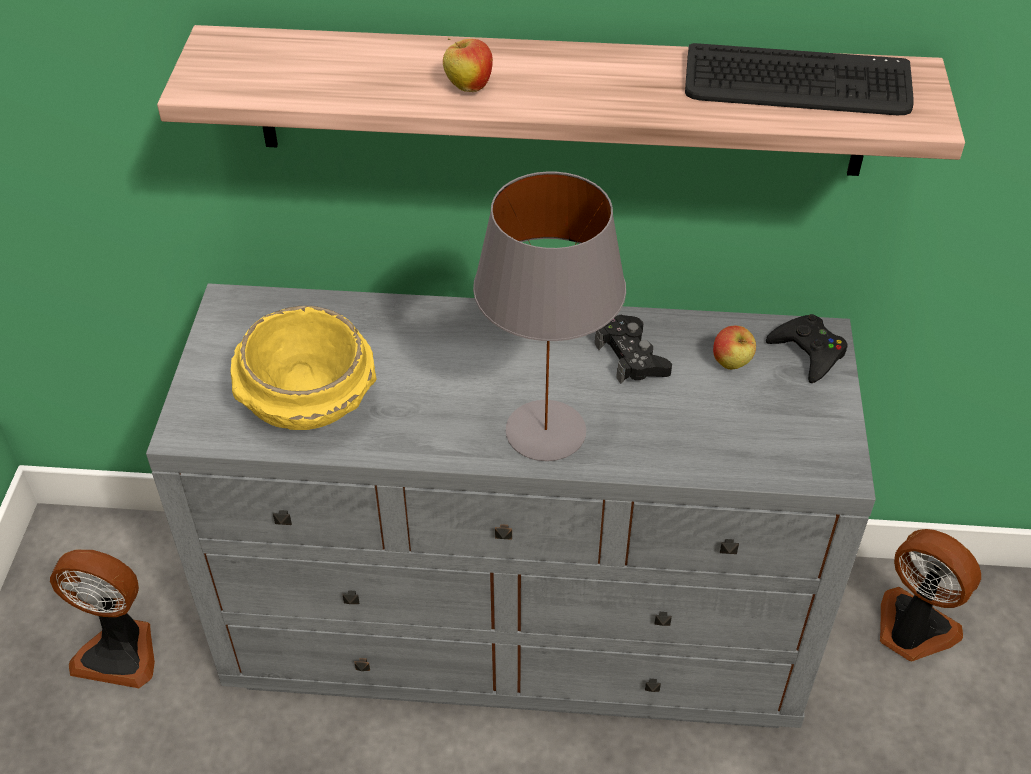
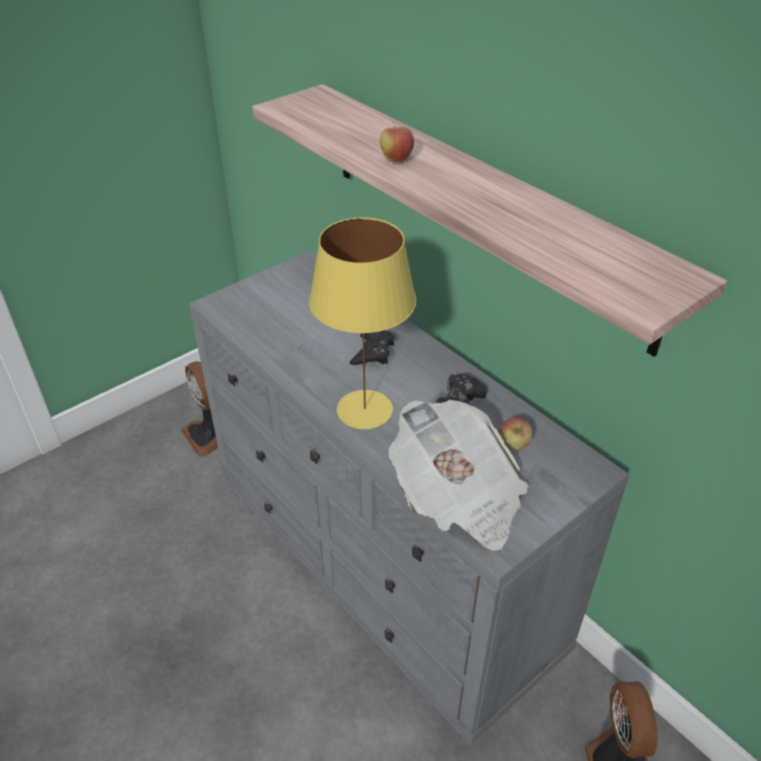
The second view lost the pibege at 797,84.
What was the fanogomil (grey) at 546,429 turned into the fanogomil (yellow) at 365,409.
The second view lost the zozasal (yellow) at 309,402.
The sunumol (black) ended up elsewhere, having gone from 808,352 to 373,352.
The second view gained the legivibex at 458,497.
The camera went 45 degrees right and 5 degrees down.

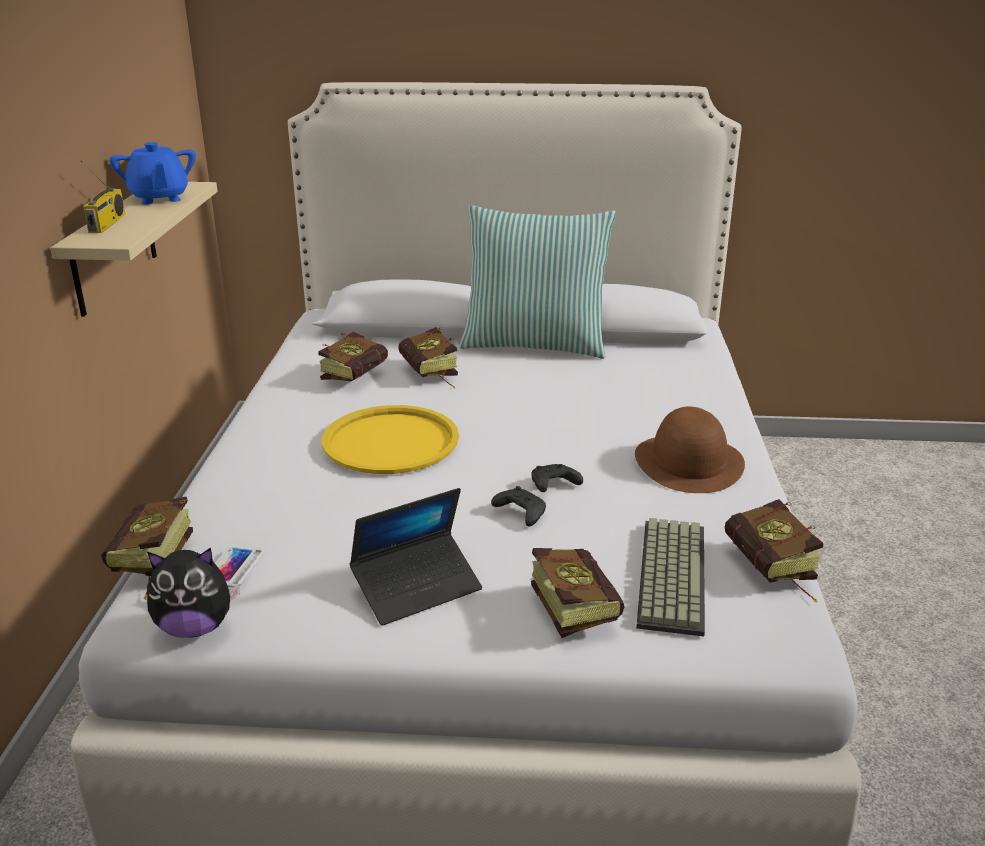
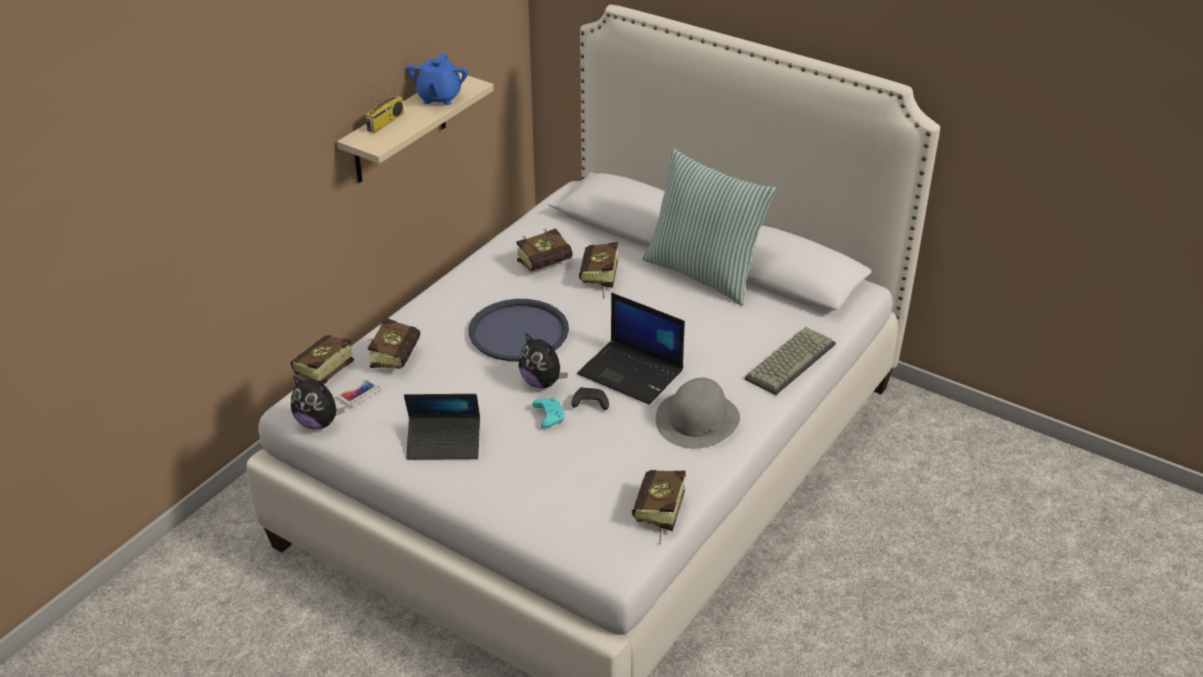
What was the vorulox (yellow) at 391,441 turned into the vorulox (blue) at 519,332.
What was the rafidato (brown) at 689,463 turned into the rafidato (grey) at 697,419.
What was the sunumol (black) at 520,513 turned into the sunumol (turquoise) at 548,417.
The pibege ended up elsewhere, having gone from 669,574 to 789,360.
The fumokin ended up elsewhere, having gone from 569,605 to 397,355.
The second view gained the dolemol at 632,372.
The second view gained the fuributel at 542,382.
The camera went 30 degrees right and 10 degrees up.

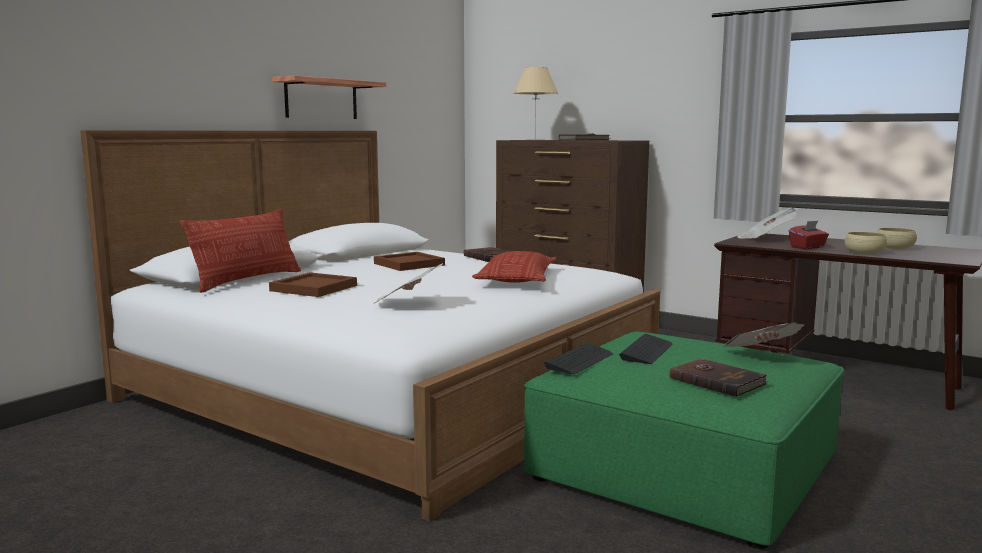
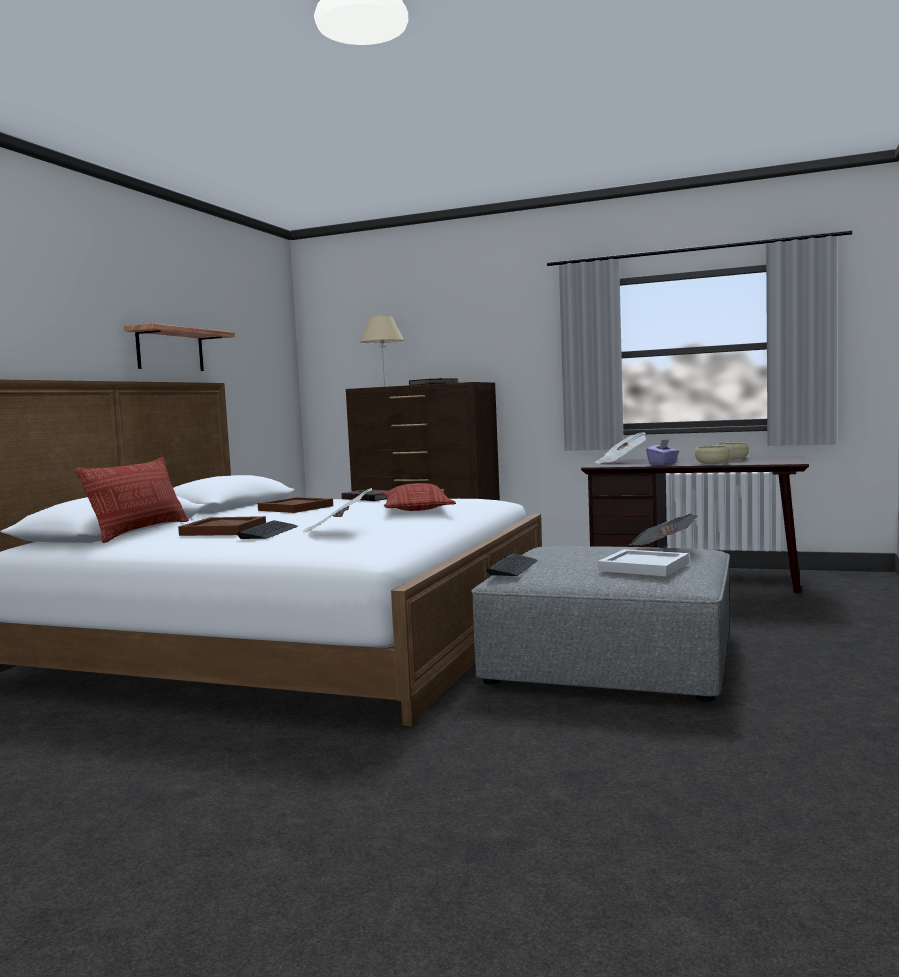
What was the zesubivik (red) at 807,247 turned into the zesubivik (purple) at 663,464.
What was the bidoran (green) at 683,465 turned into the bidoran (grey) at 610,656.
The pibege ended up elsewhere, having gone from 646,351 to 268,532.
Where the fumokin (brown) stood at 717,380, the vorulox (white) came to stand at 643,566.
The camera went 15 degrees left and 5 degrees down.

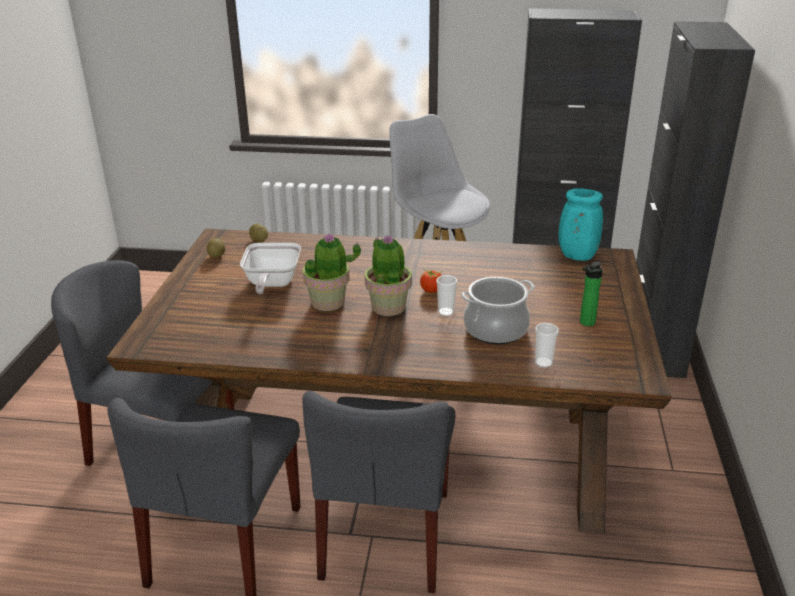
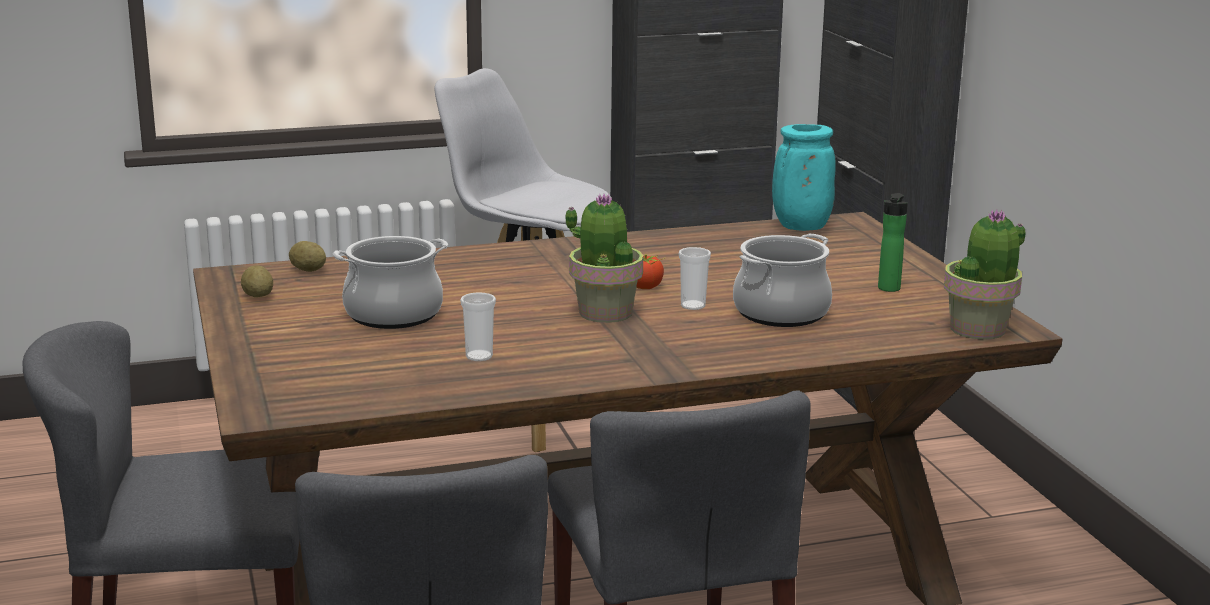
The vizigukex ended up elsewhere, having gone from 328,302 to 979,329.
Where the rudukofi stood at 271,284, the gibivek came to stand at 393,314.
The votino ended up elsewhere, having gone from 543,363 to 479,356.
The camera went 25 degrees left and 10 degrees down.

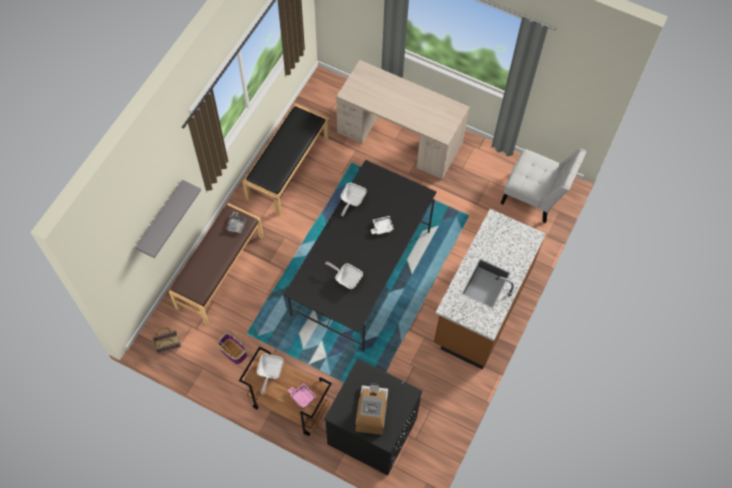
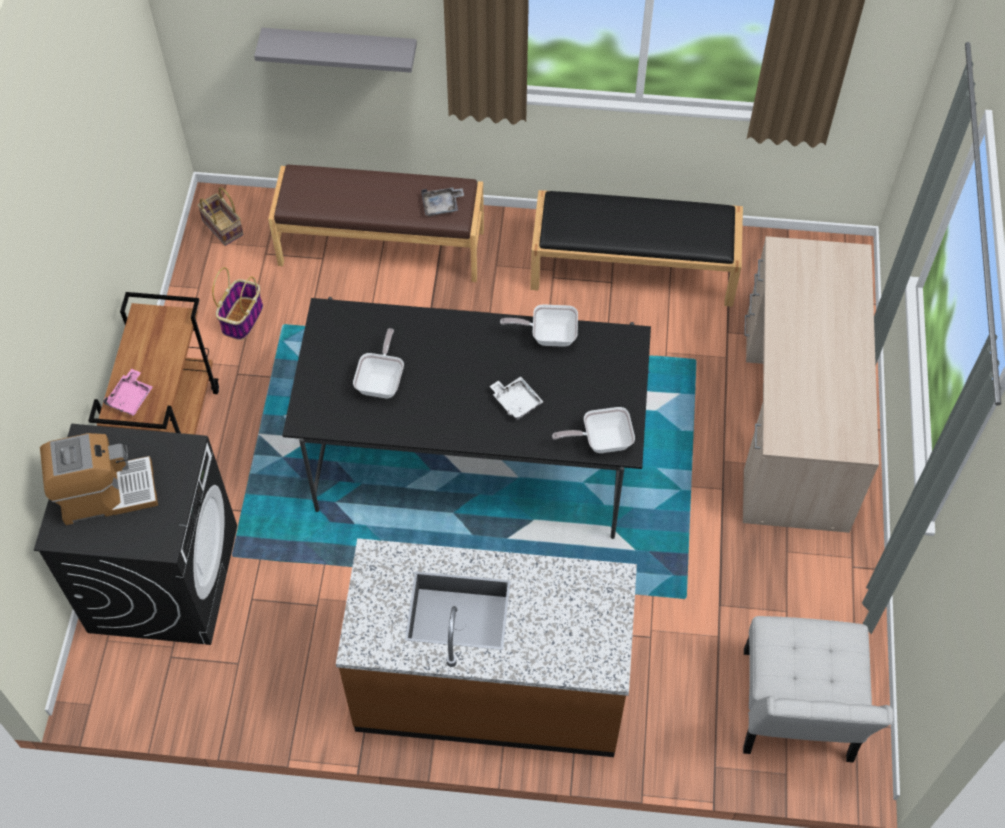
The rudukofi ended up elsewhere, having gone from 269,373 to 601,440.
The camera went 70 degrees right and 5 degrees down.

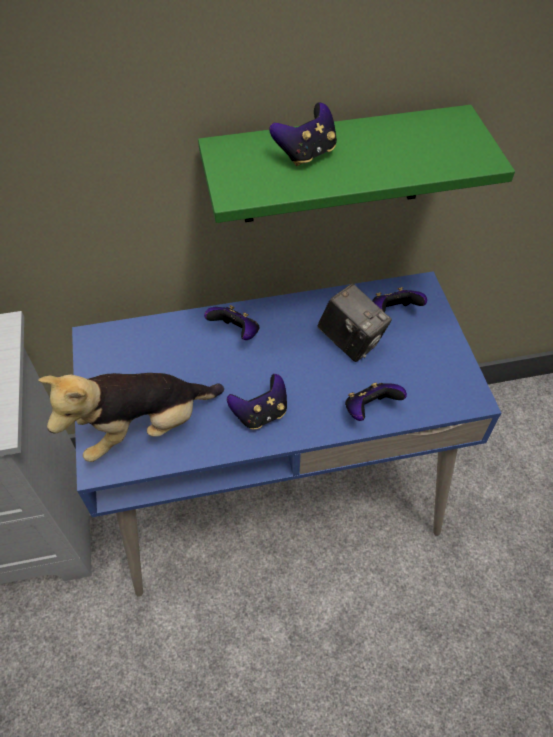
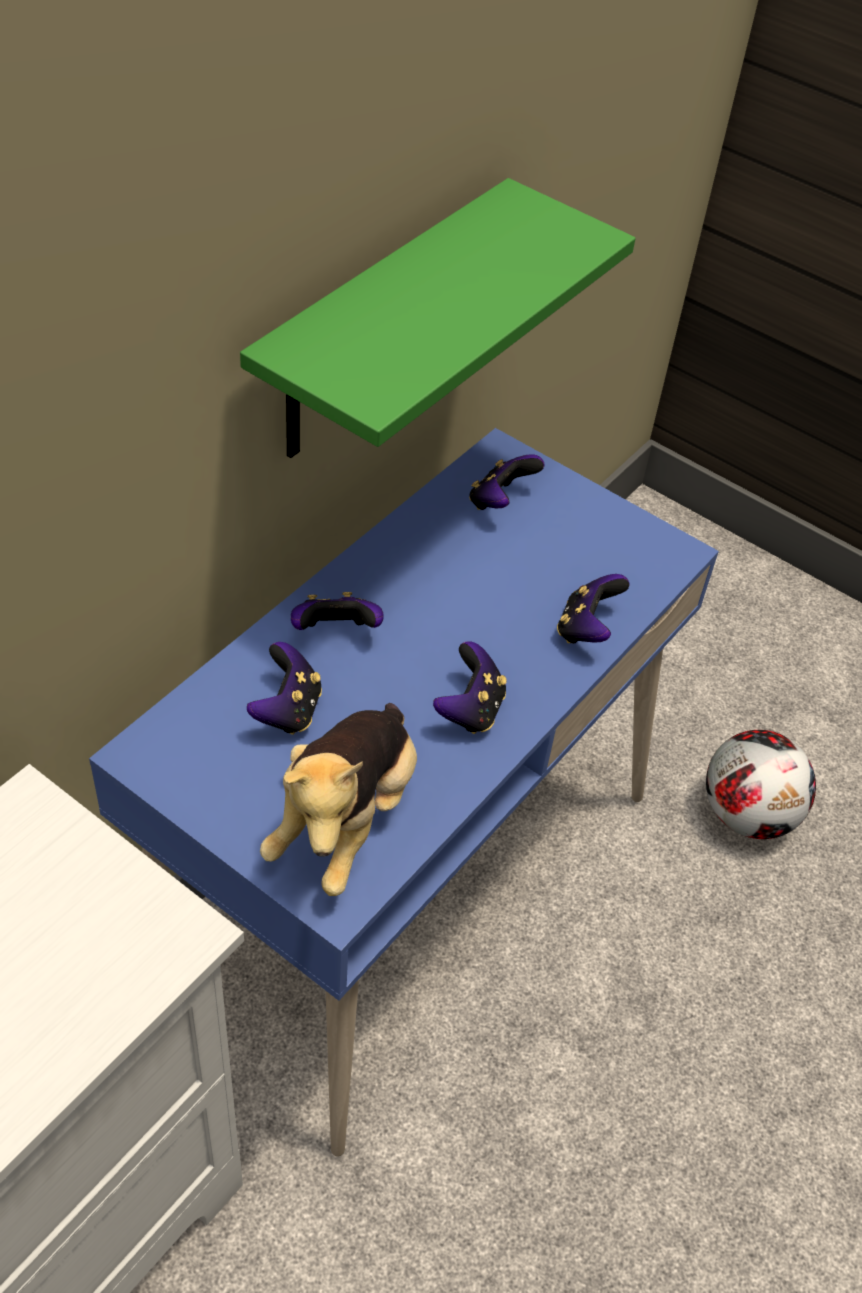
The sunumol ended up elsewhere, having gone from 306,153 to 287,710.
The second view lost the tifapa at 350,341.
The second view gained the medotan at 748,814.
The camera went 45 degrees left and 5 degrees down.

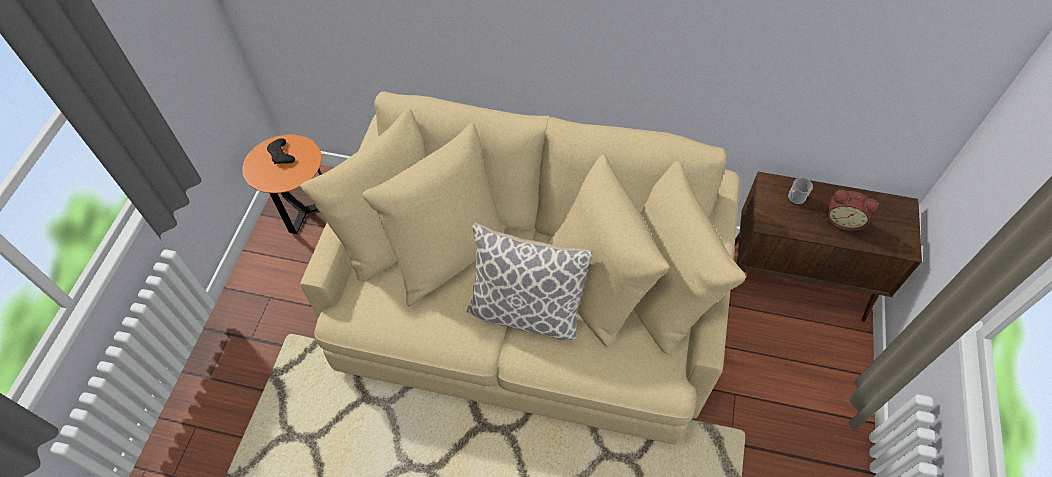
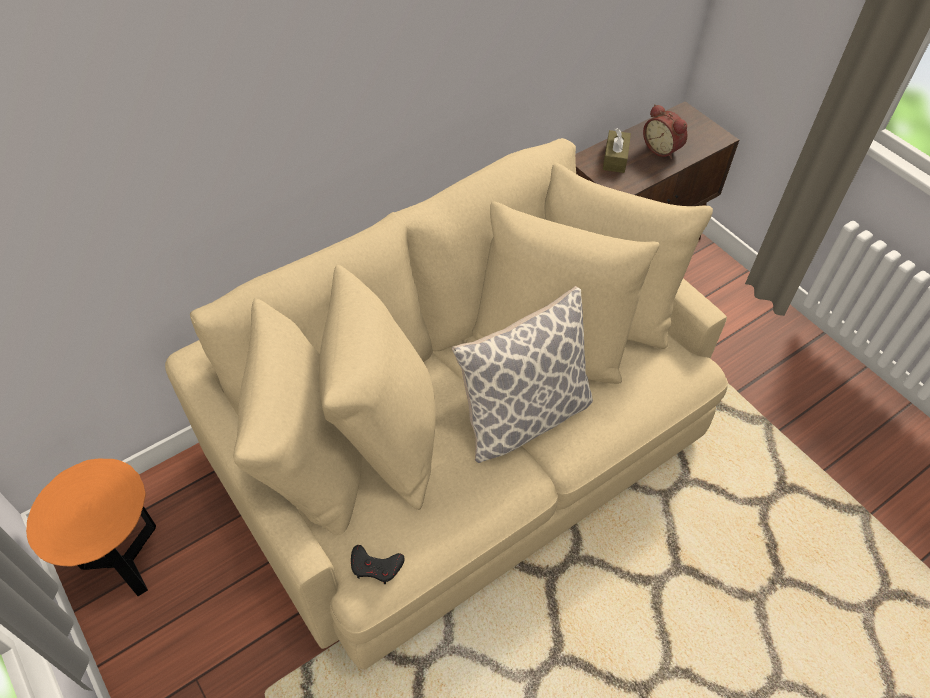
The sunumol (black) ended up elsewhere, having gone from 281,155 to 376,566.
Where the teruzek stood at 794,198, the zesubivik (brown) came to stand at 615,158.
The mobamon at 843,220 ended up facing another way, 75 degrees clockwise from before.
The camera went 50 degrees left and 5 degrees down.

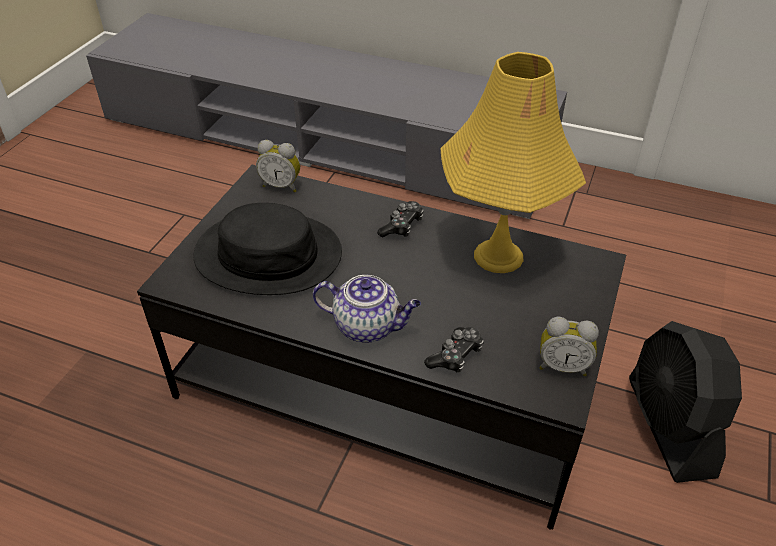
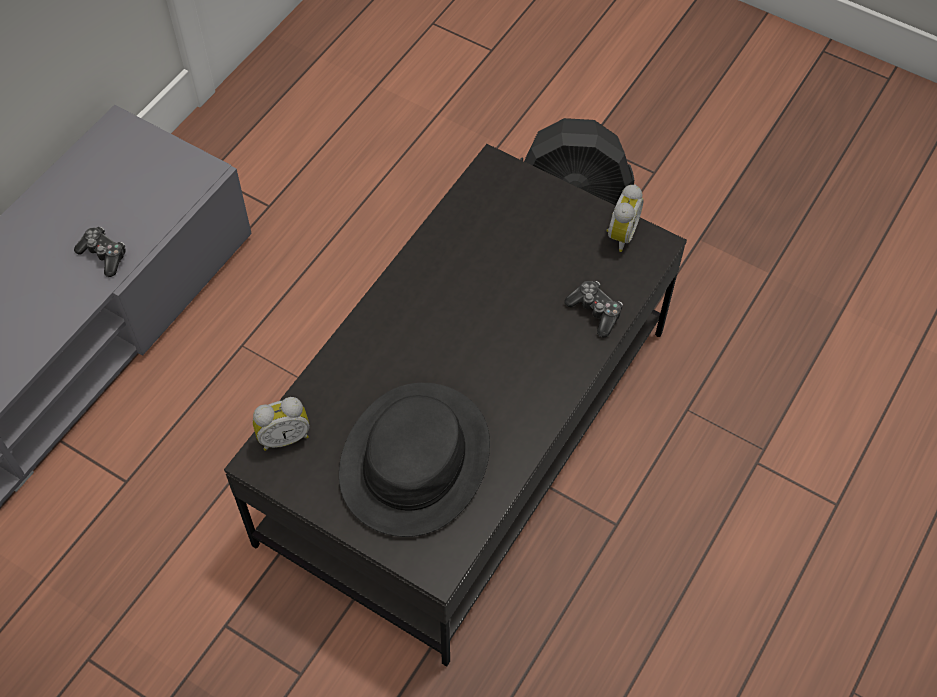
The second view lost the fanogomil (yellow) at 498,256.
The mobamon at 281,185 ended up facing another way, 45 degrees clockwise from before.
The sunumol ended up elsewhere, having gone from 402,226 to 104,255.
The second view lost the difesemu at 368,326.
The camera went 80 degrees left and 15 degrees up.

